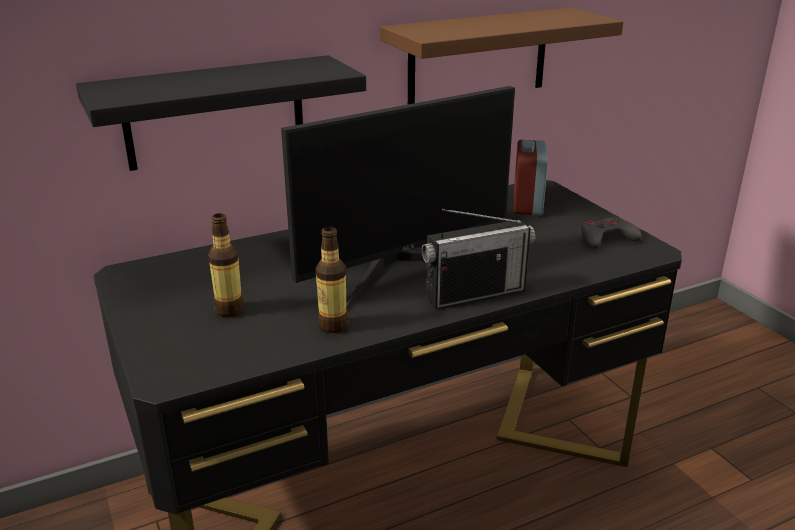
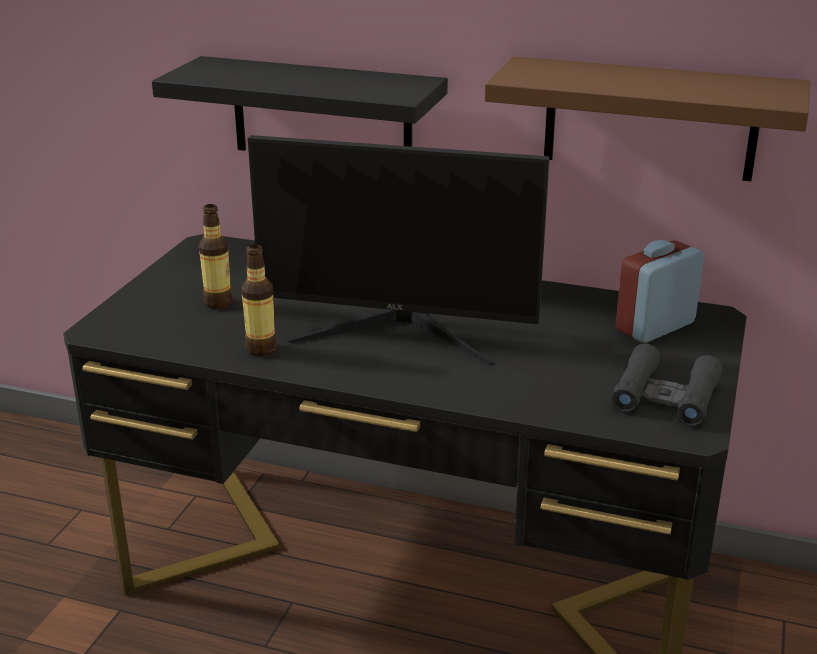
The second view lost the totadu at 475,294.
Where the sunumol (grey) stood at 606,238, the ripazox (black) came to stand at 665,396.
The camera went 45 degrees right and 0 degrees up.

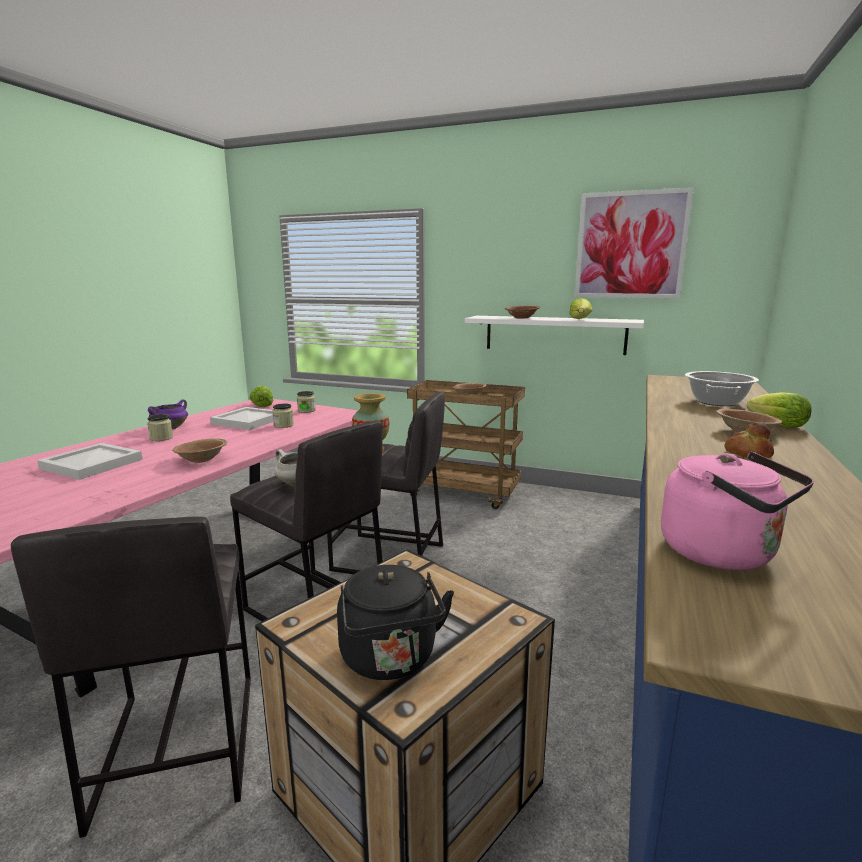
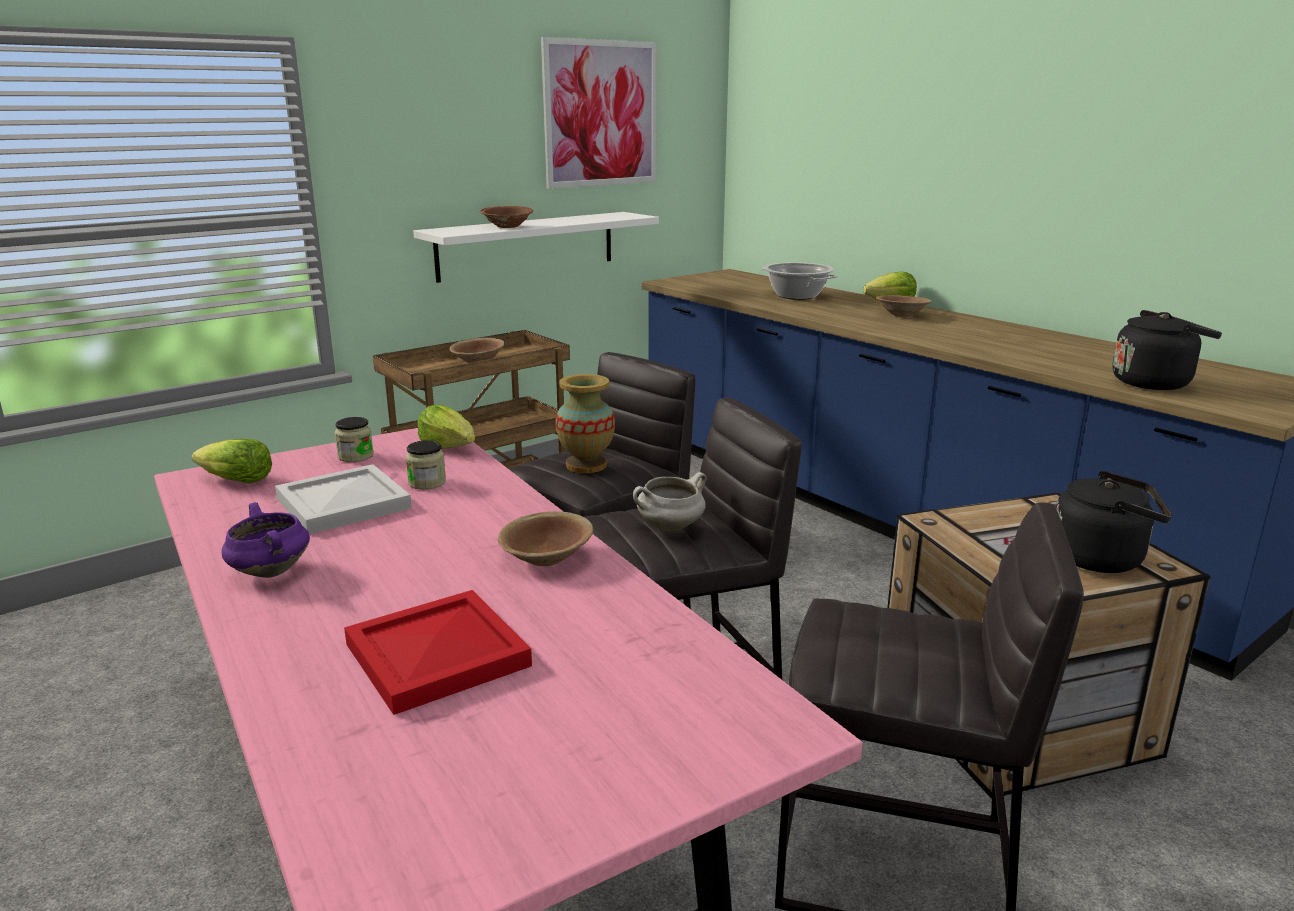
The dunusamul ended up elsewhere, having gone from 580,319 to 449,447.
The second view lost the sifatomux at 161,438.
The second view lost the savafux at 747,454.
What was the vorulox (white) at 91,464 turned into the vorulox (red) at 440,655.
What was the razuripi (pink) at 724,554 turned into the razuripi (black) at 1154,383.
The camera went 60 degrees left and 5 degrees up.

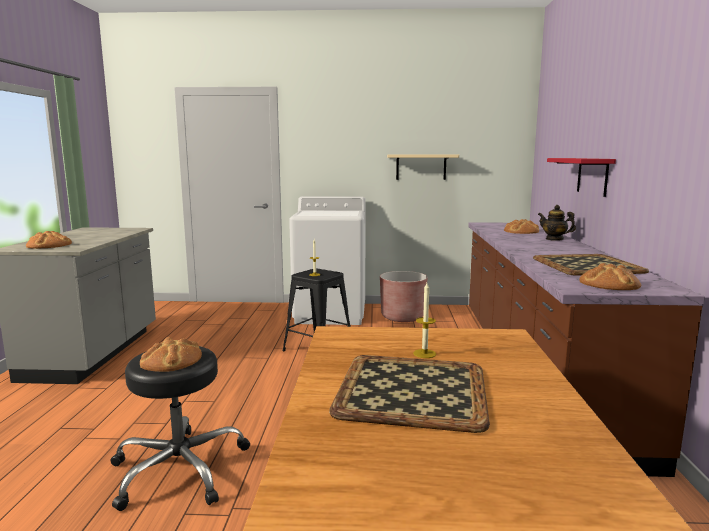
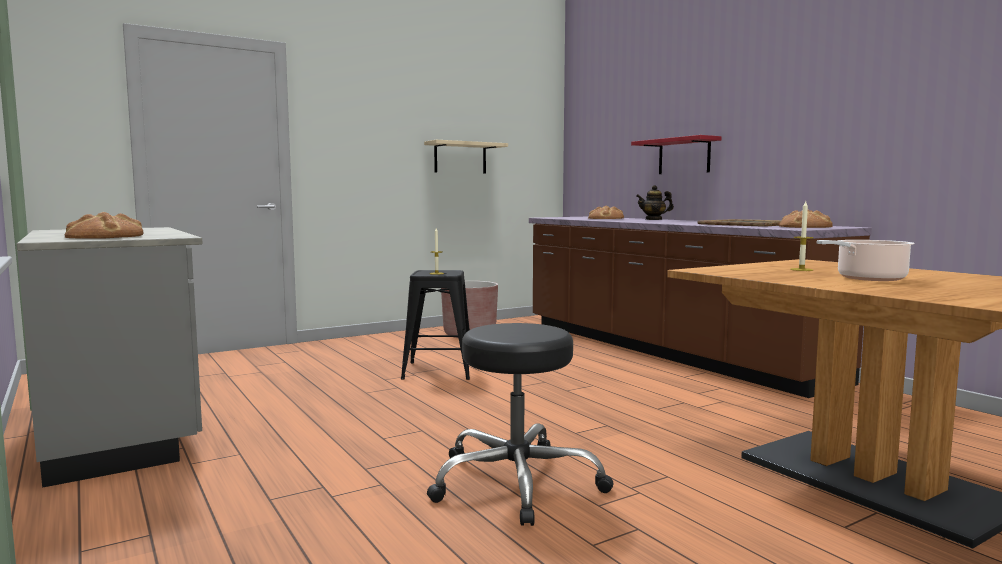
The second view lost the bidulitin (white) at 331,314.
The second view lost the savafux at 171,360.
Where the vorulox stood at 410,390, the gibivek came to stand at 868,278.
The camera went 35 degrees left and 5 degrees down.

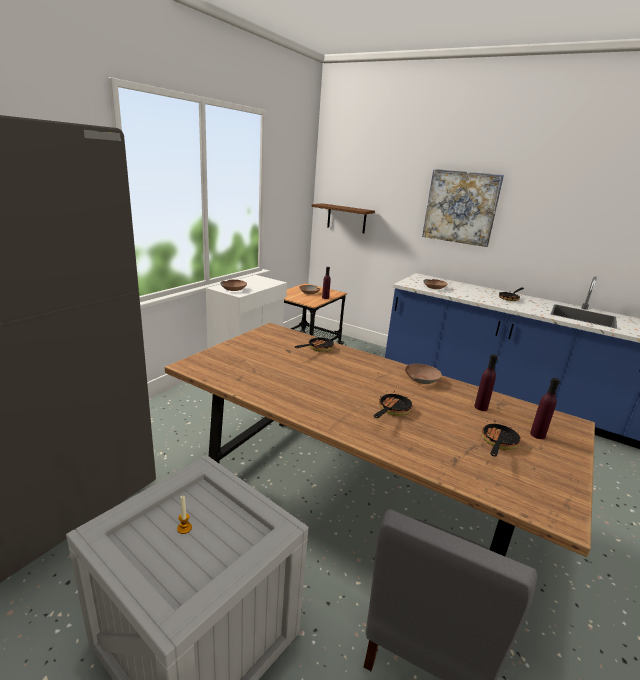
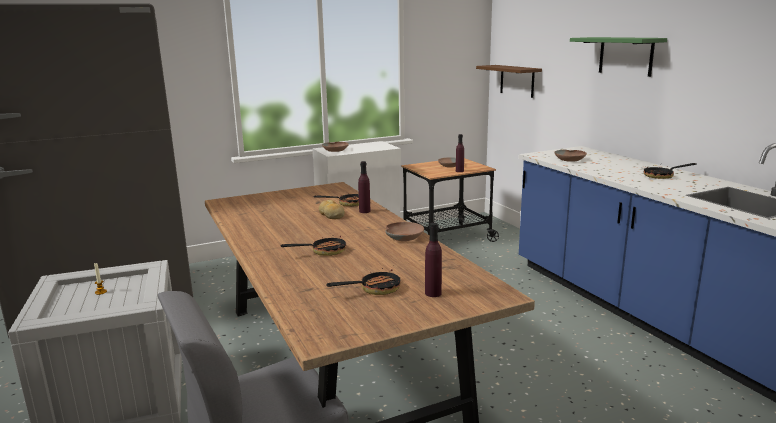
Where the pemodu hung at 461,207, the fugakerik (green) came to hang at 625,56.
The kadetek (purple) ended up elsewhere, having gone from 481,407 to 364,211.
The second view gained the savafux at 331,215.
The camera went 35 degrees right and 5 degrees down.

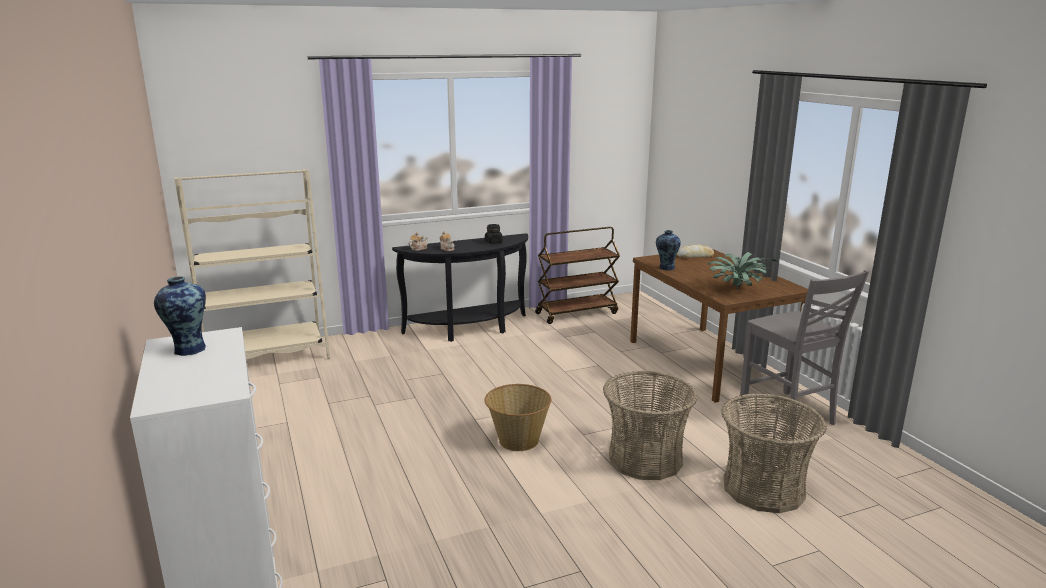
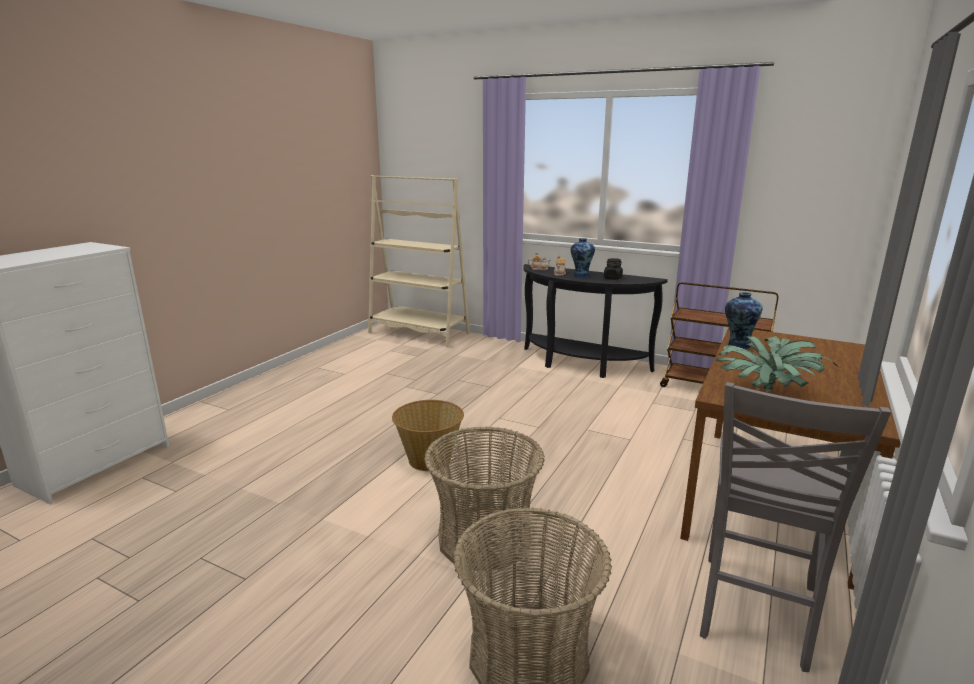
The second view lost the savafux at 695,256.
The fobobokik ended up elsewhere, having gone from 188,349 to 581,276.
The camera went 50 degrees right and 0 degrees up.

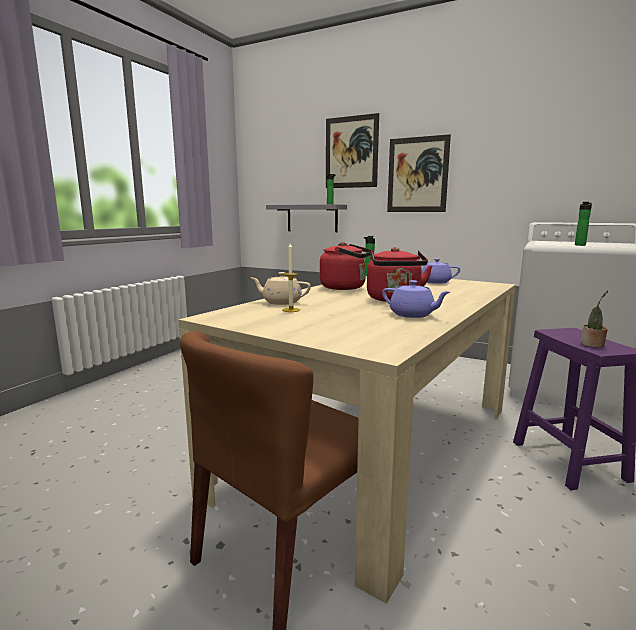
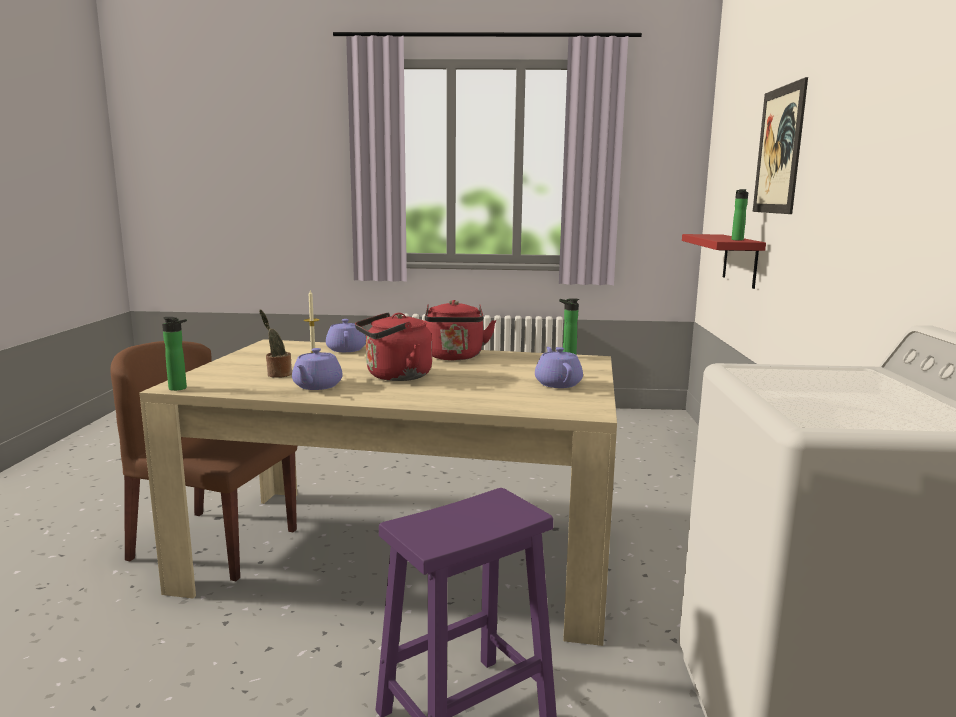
The second view lost the pemodu at 417,175.
The kadetek ended up elsewhere, having gone from 580,245 to 180,388.
What was the fugakerik (grey) at 312,218 turned into the fugakerik (red) at 740,260.
What was the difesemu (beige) at 281,302 turned into the difesemu (purple) at 346,349.
The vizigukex ended up elsewhere, having gone from 592,345 to 277,374.
The camera went 65 degrees right and 0 degrees up.

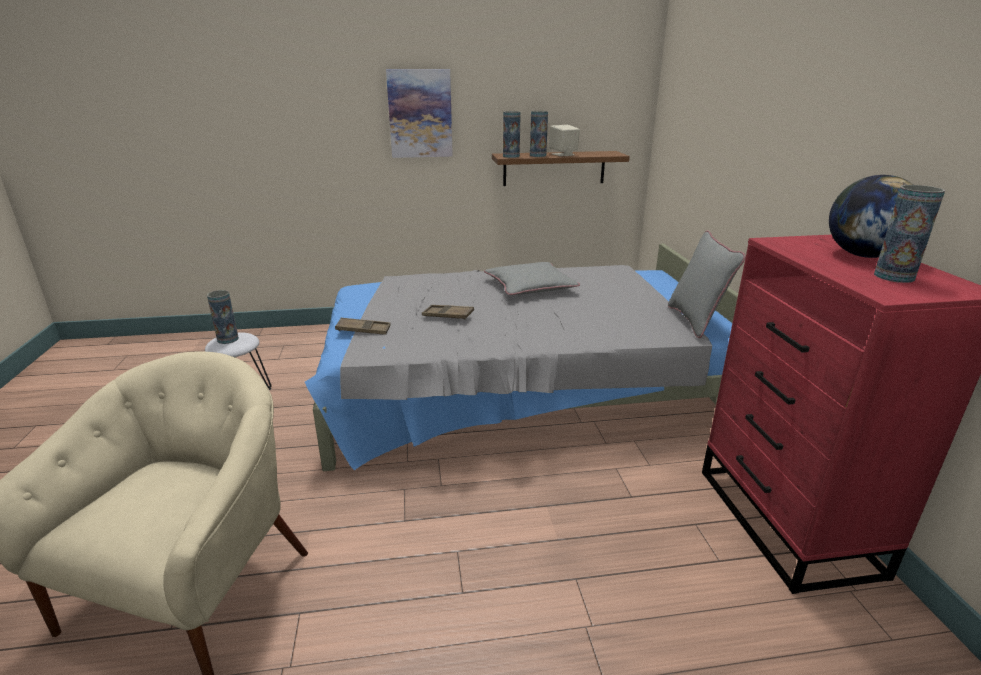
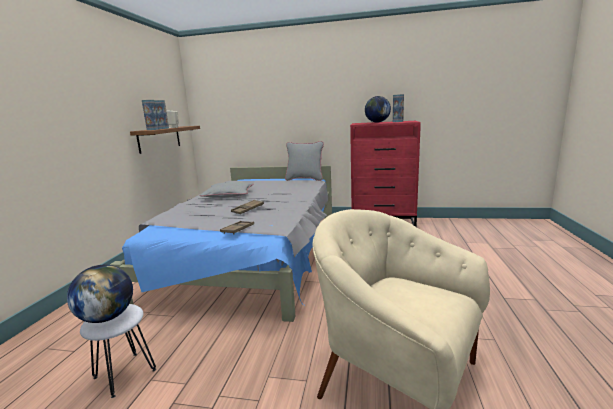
The second view lost the pemodu at 420,114.
Where the fobobokik stood at 228,339, the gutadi came to stand at 107,317.
The camera went 70 degrees left and 10 degrees down.

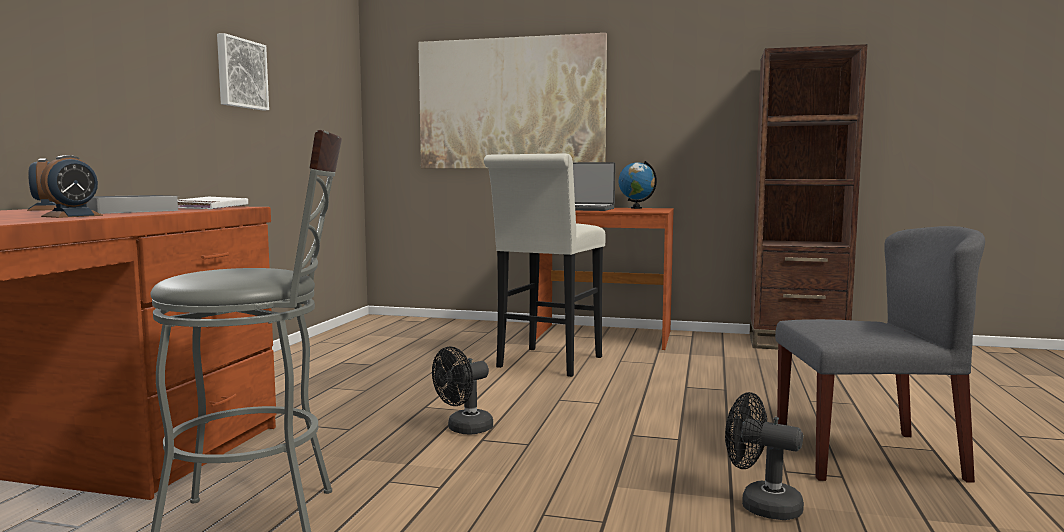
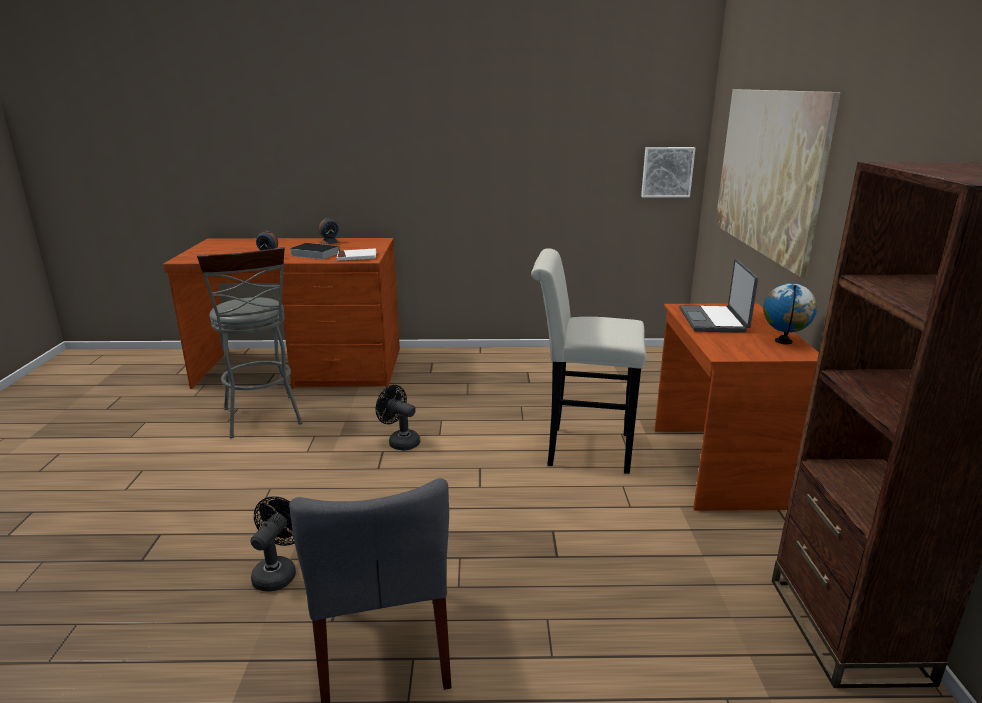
The pemodu ended up elsewhere, having gone from 240,73 to 667,172.
The camera went 75 degrees right and 15 degrees up.

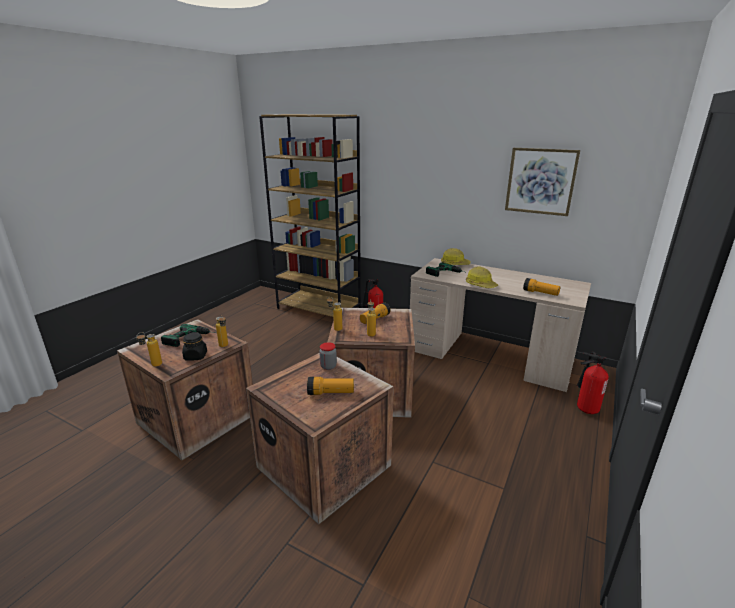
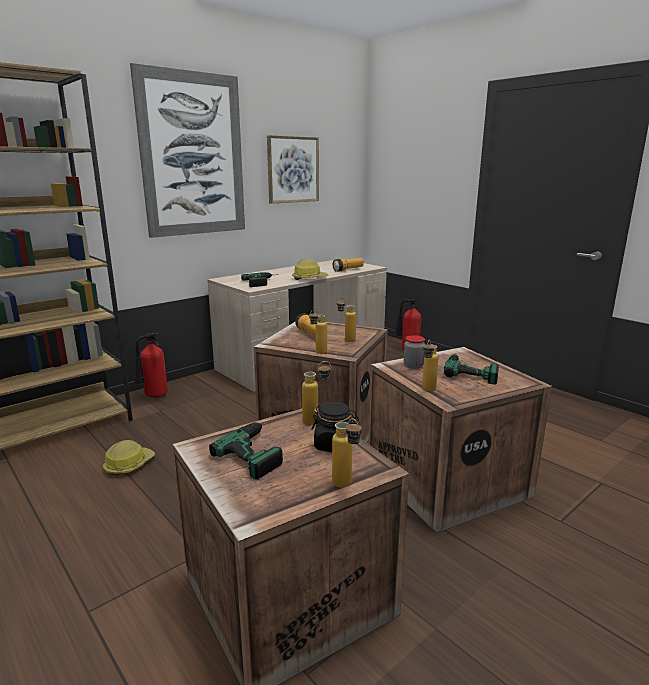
The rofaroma ended up elsewhere, having gone from 454,264 to 129,465.
Where the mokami stood at 331,393, the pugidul came to stand at 471,370.
The second view gained the pemodu at 193,155.
The second view gained the kadetek at 427,391.
The camera went 70 degrees left and 5 degrees down.

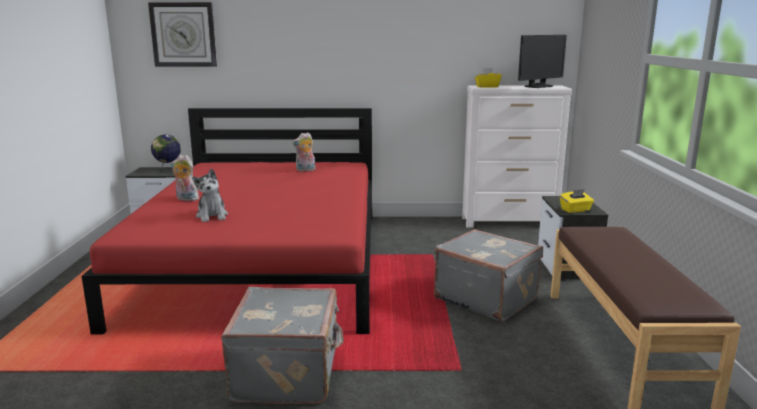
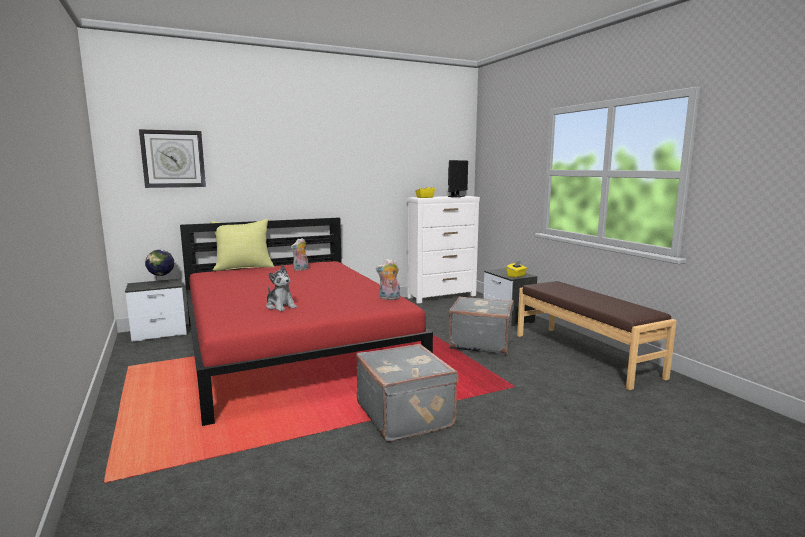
The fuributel ended up elsewhere, having gone from 186,199 to 389,298.
The second view gained the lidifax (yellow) at 244,267.
The camera went 25 degrees left and 5 degrees down.

